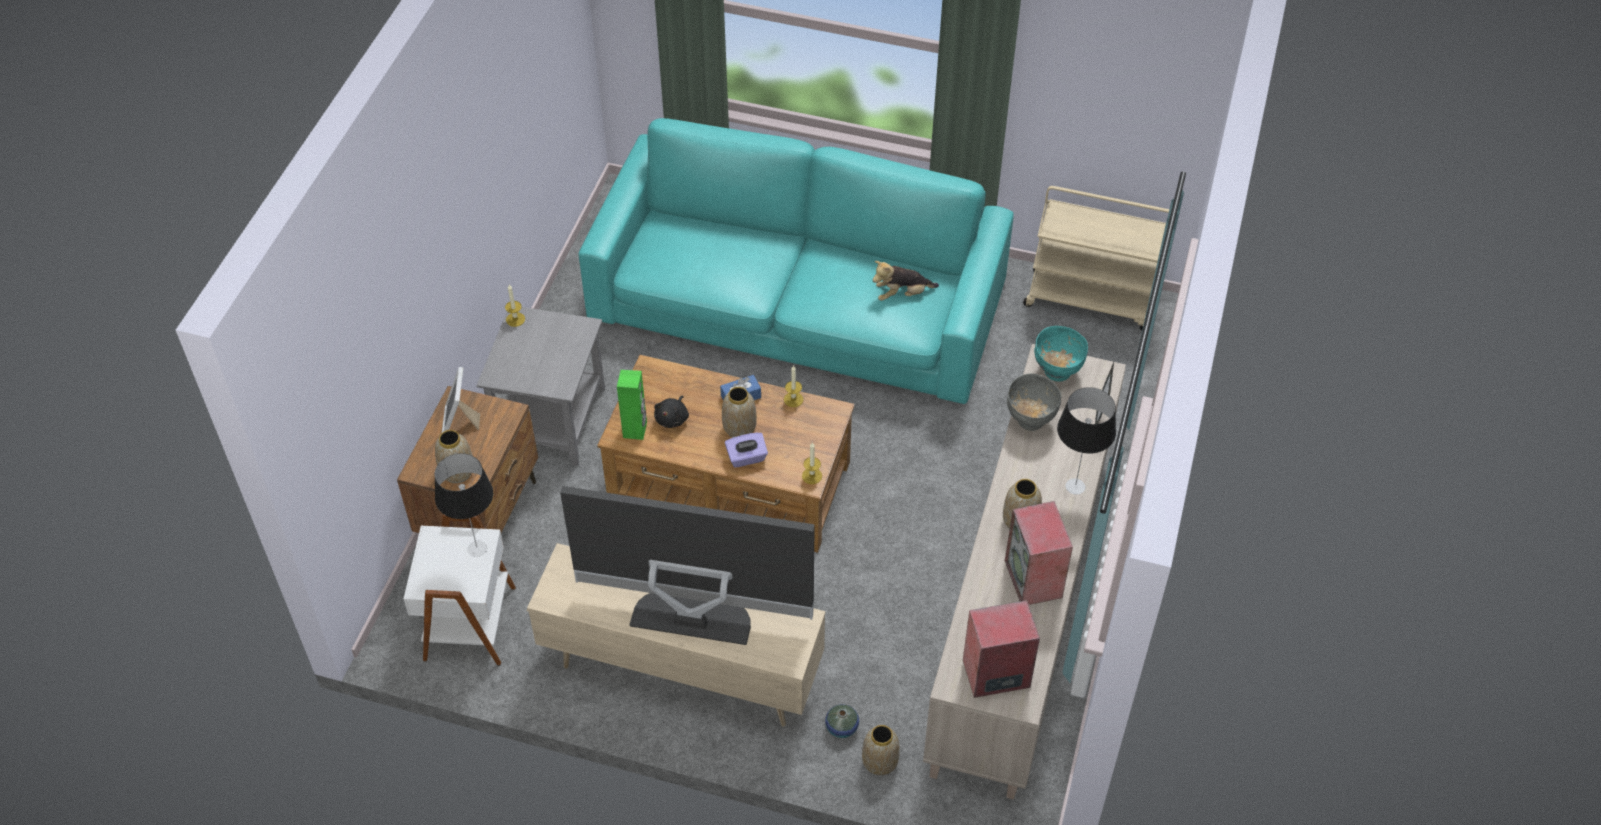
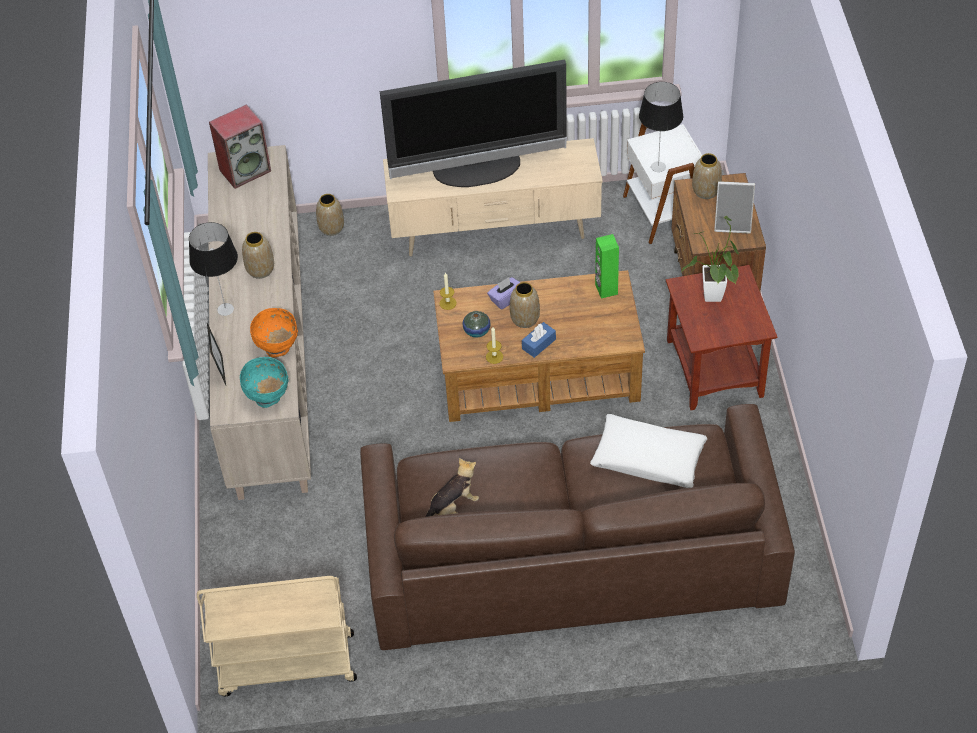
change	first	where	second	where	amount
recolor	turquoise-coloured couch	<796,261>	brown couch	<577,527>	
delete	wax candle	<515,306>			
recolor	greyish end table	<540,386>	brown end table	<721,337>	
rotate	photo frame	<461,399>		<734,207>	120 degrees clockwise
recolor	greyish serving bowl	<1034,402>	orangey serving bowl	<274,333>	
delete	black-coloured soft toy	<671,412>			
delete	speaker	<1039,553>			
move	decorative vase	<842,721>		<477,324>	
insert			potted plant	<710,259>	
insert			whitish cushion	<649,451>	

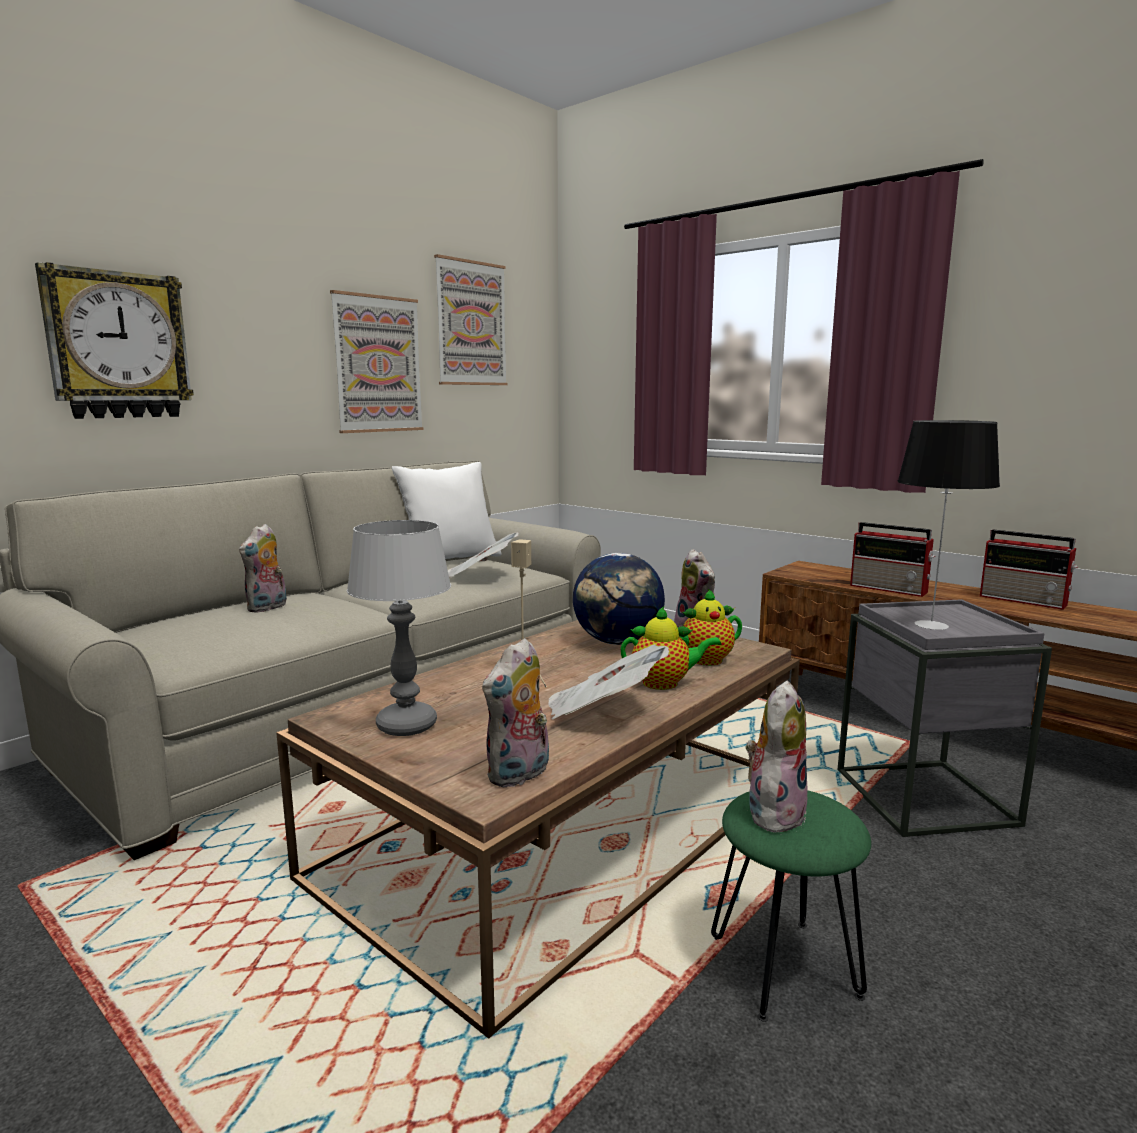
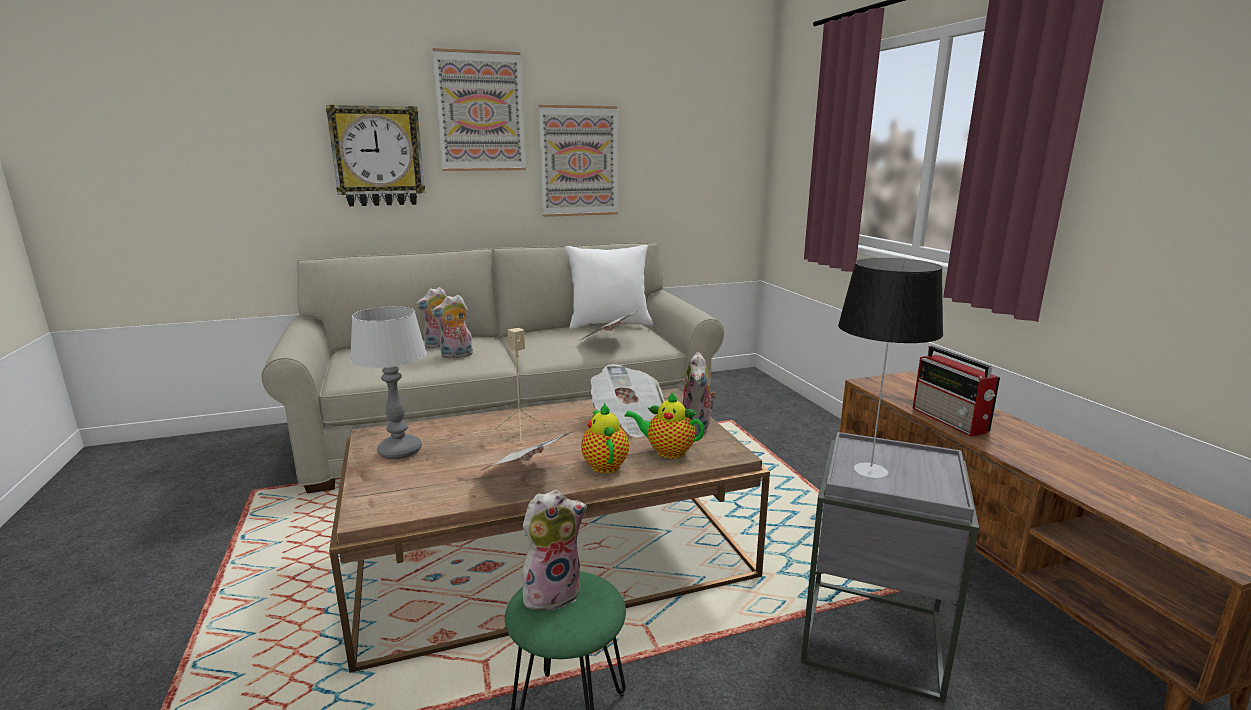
change	first	where	second	where	amount
move	picture	<471,319>		<479,109>	
delete	radio set	<1029,569>			
replace	globe	<619,599>	printed paper	<627,401>	
rotate	teapot	<671,648>		<605,438>	135 degrees counterclockwise
move	soft toy	<515,713>		<452,326>	

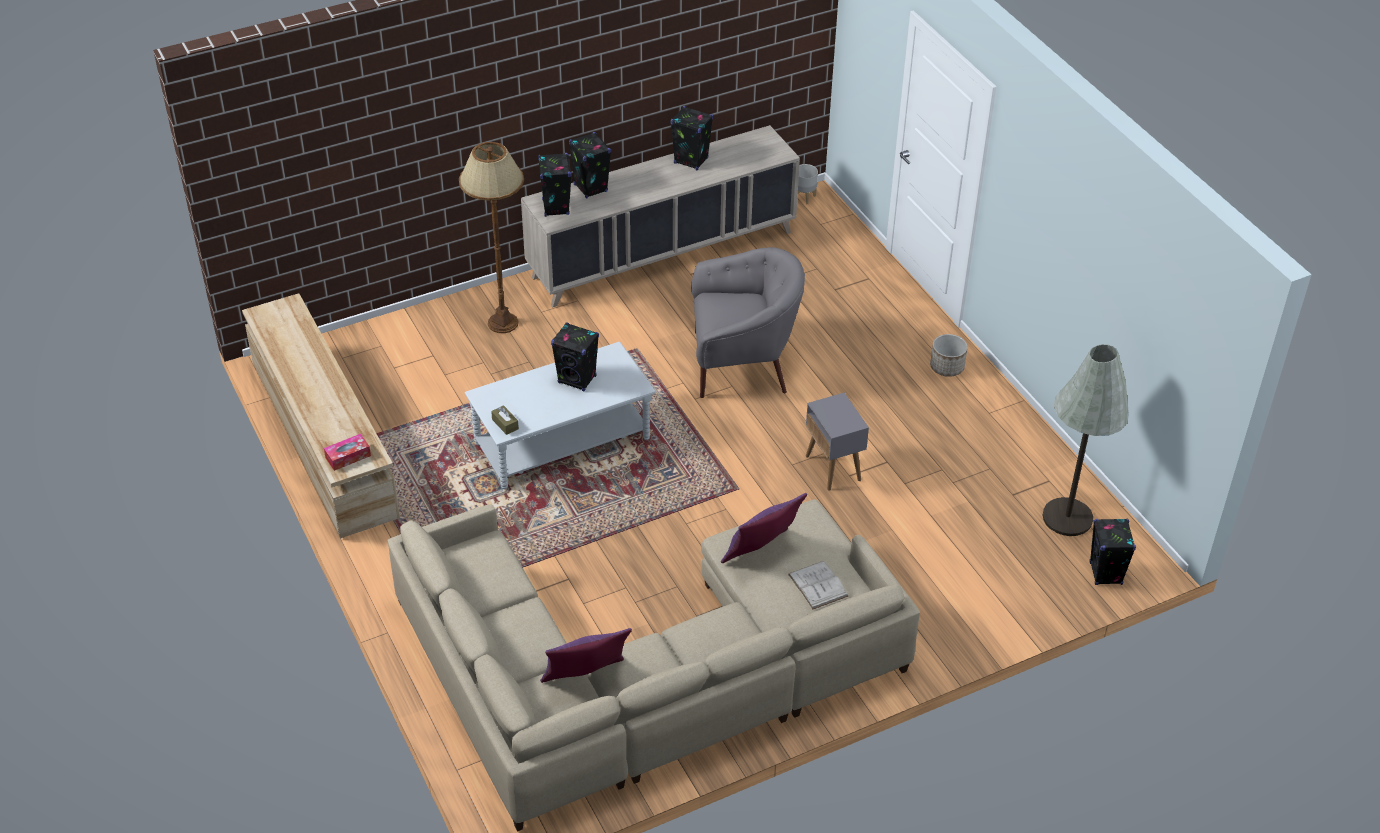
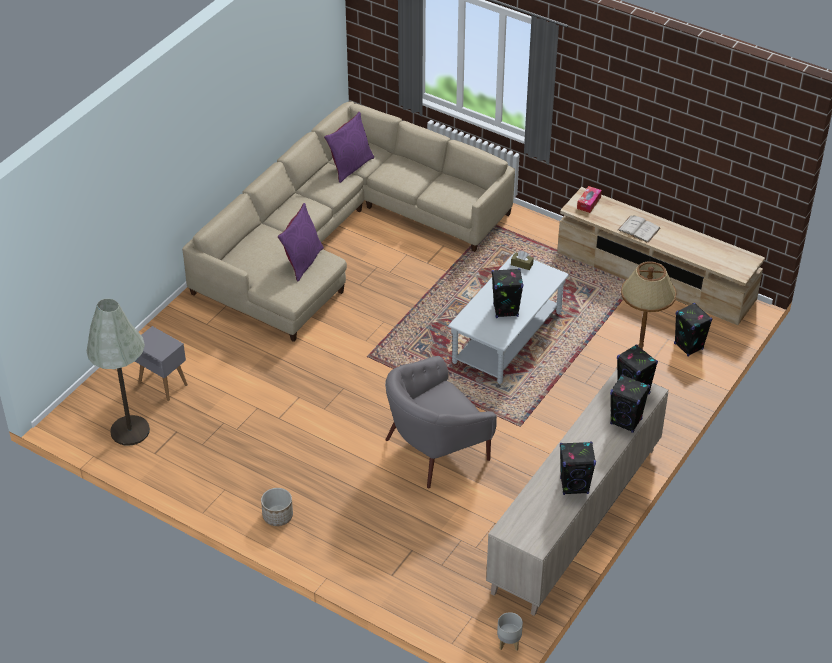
change	first	where	second	where	amount
move	greyish end table	<837,442>		<161,363>	
move	black-coloured speaker	<1112,551>		<693,329>	
move	whitish volume	<818,585>		<639,229>	

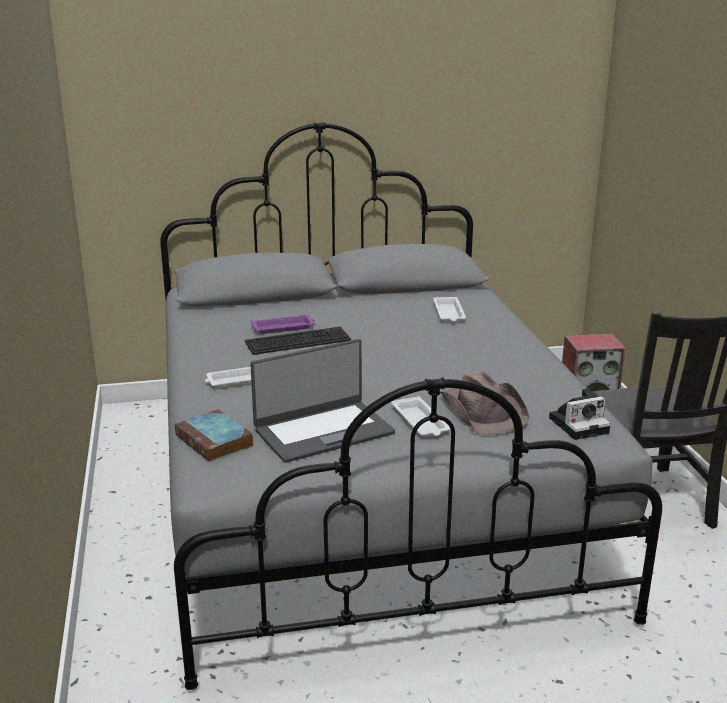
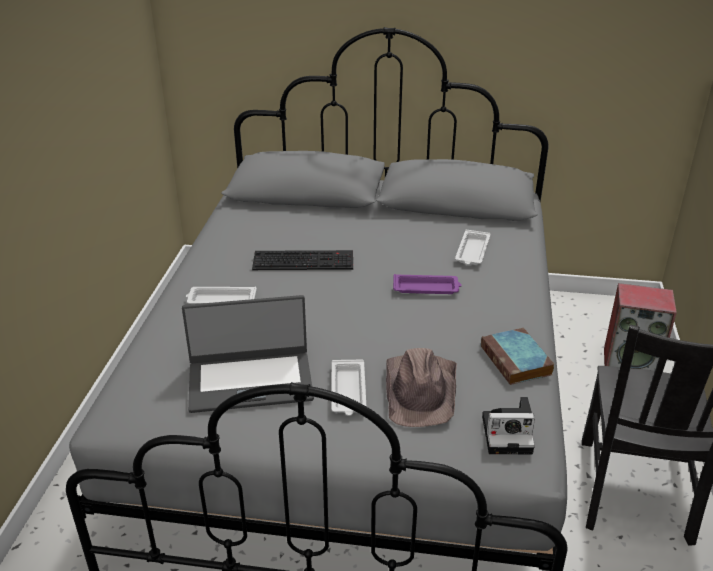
change	first	where	second	where	amount
move	purple carrying tray	<282,324>		<427,284>	
move	volume	<213,435>		<518,356>	

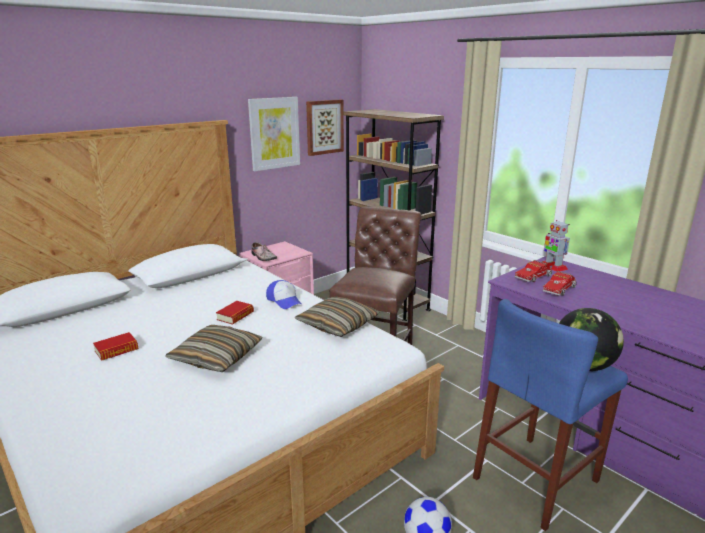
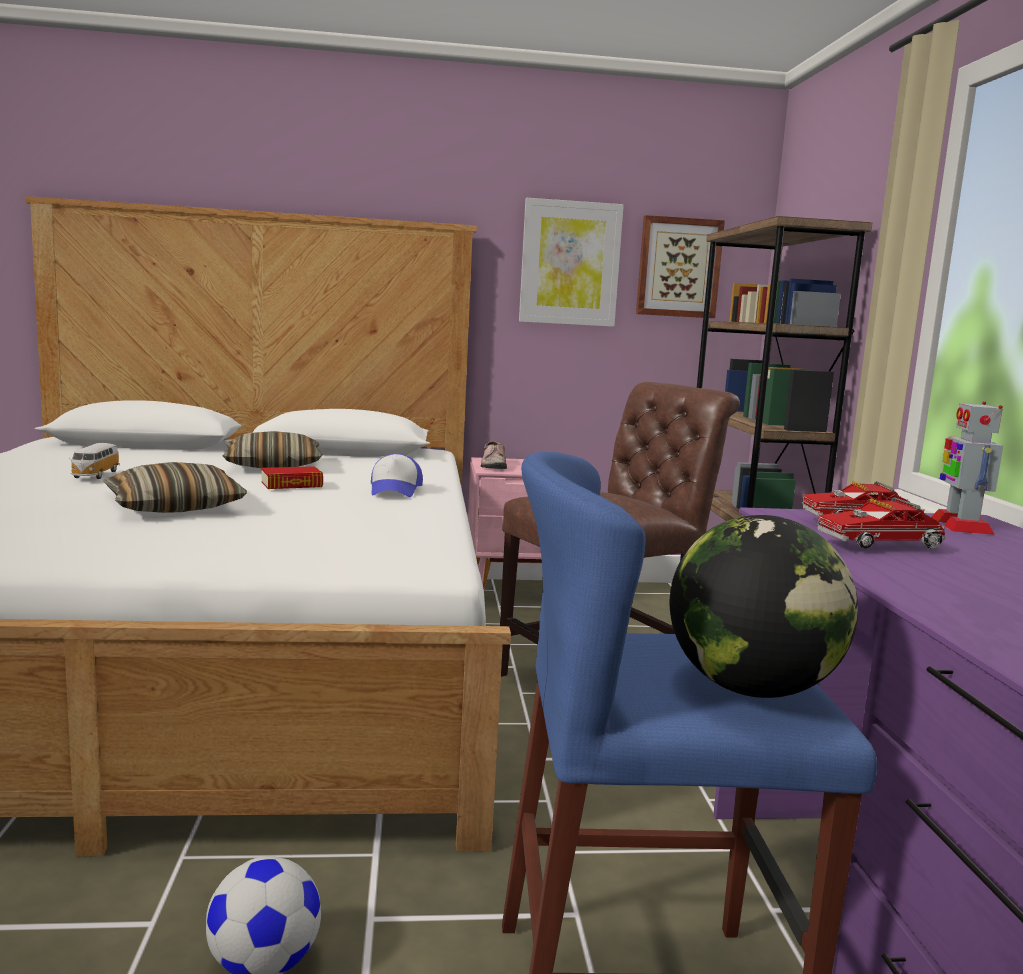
change	first	where	second	where	amount
move	cushion	<337,317>		<272,449>	
replace	volume	<115,346>	toy car	<94,461>	

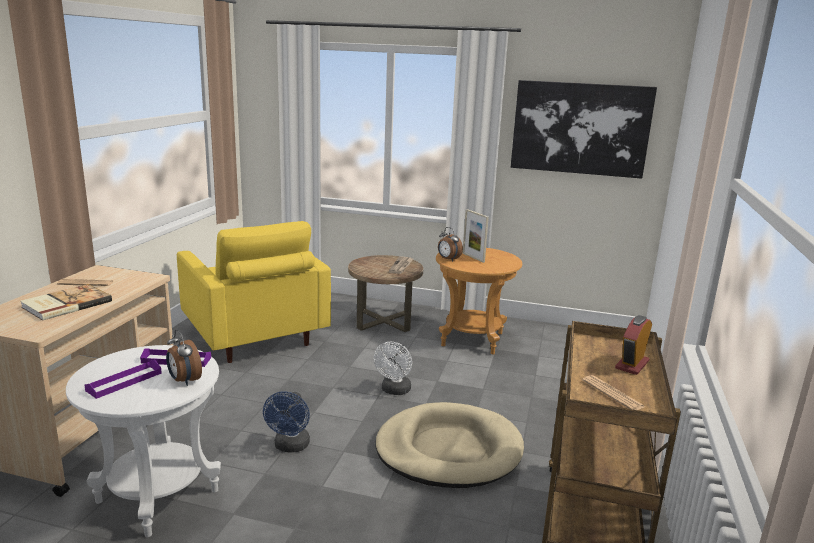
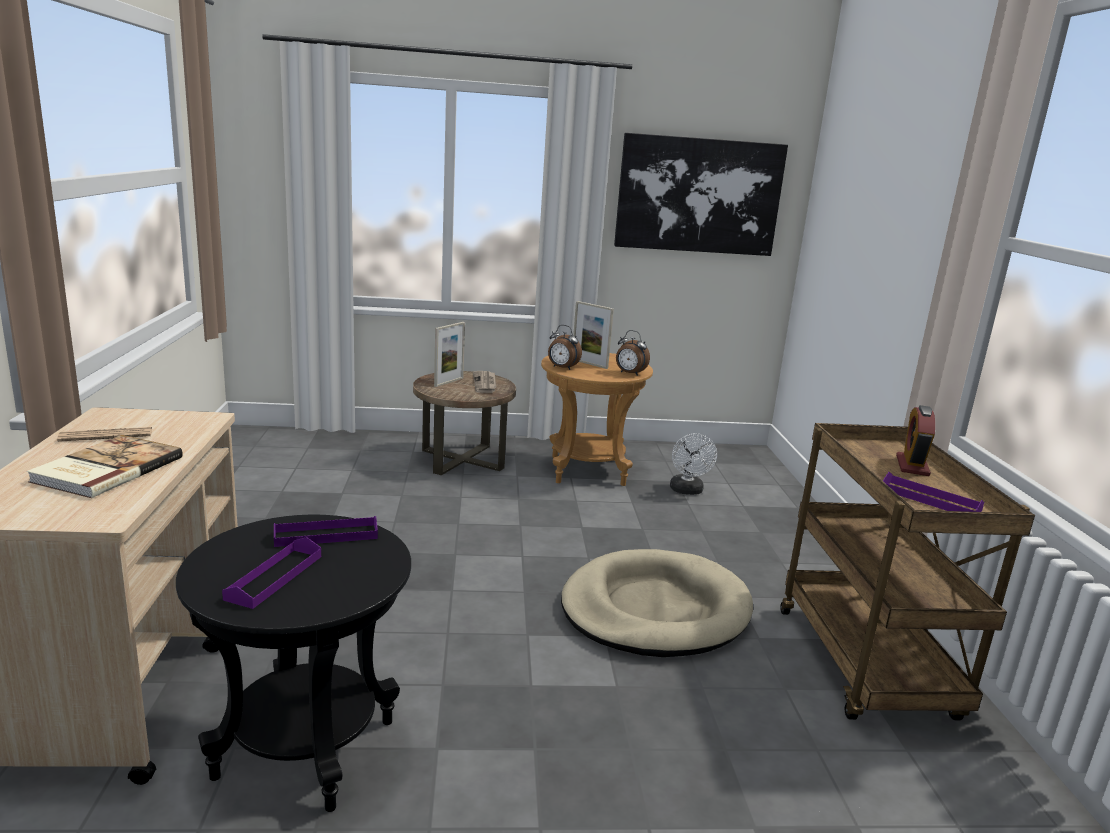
change	first	where	second	where	amount
delete	yellowish lounge chair	<254,292>			
move	table clock	<184,357>		<633,353>	
move	whitish cooling fan	<393,368>		<693,464>	
recolor	whitish end table	<143,441>	black-coloured end table	<293,663>	
replace	printed paper	<613,392>	purple carrying tray	<933,492>	
delete	blue cooling fan	<286,421>			
insert			photo frame	<449,354>	

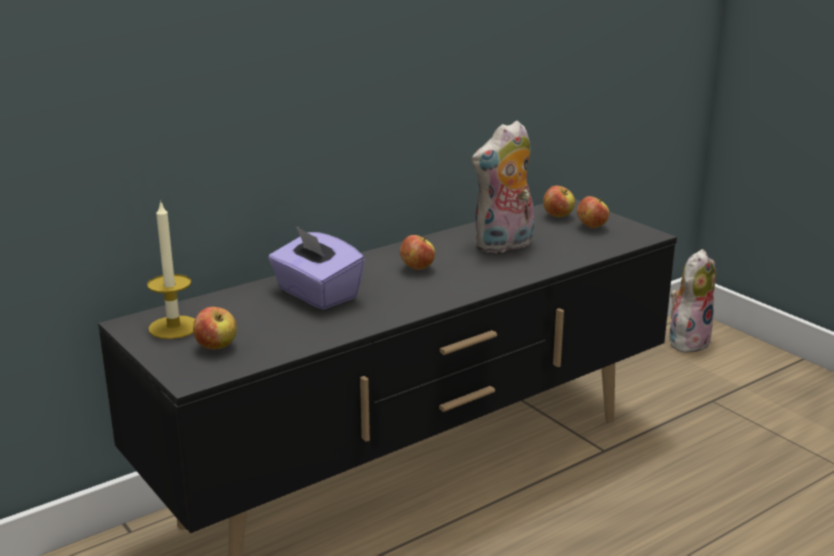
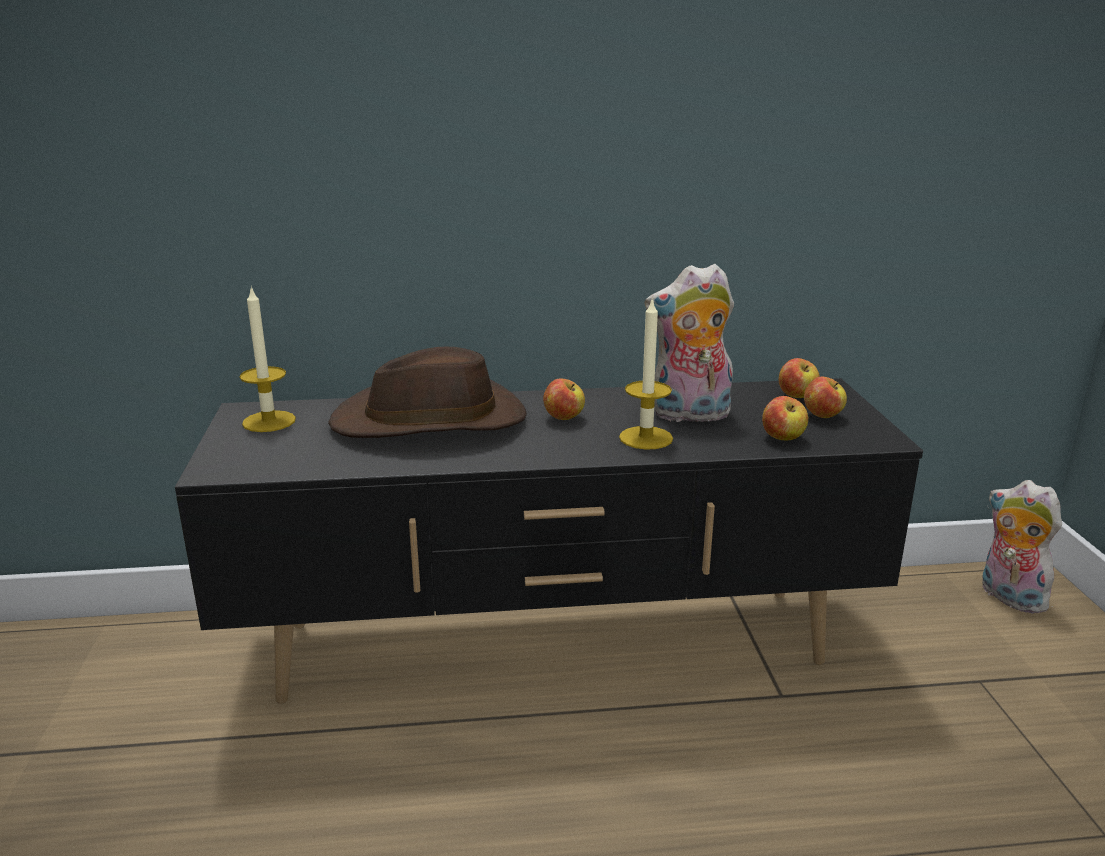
change	first	where	second	where	amount
replace	purple box of tissues	<316,268>	brown hat	<427,392>	
rotate	soft toy	<692,301>		<1022,547>	105 degrees counterclockwise
move	apple fruit	<215,328>		<785,418>	
insert			wax candle	<646,373>	

